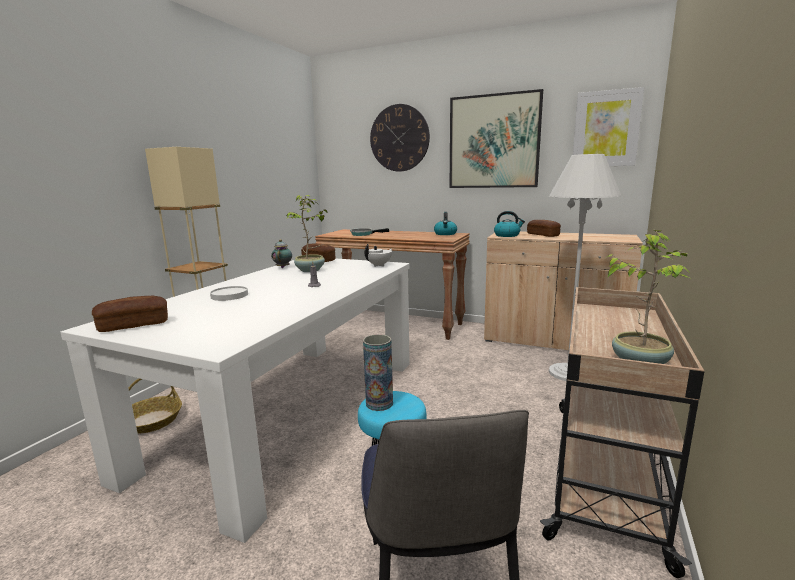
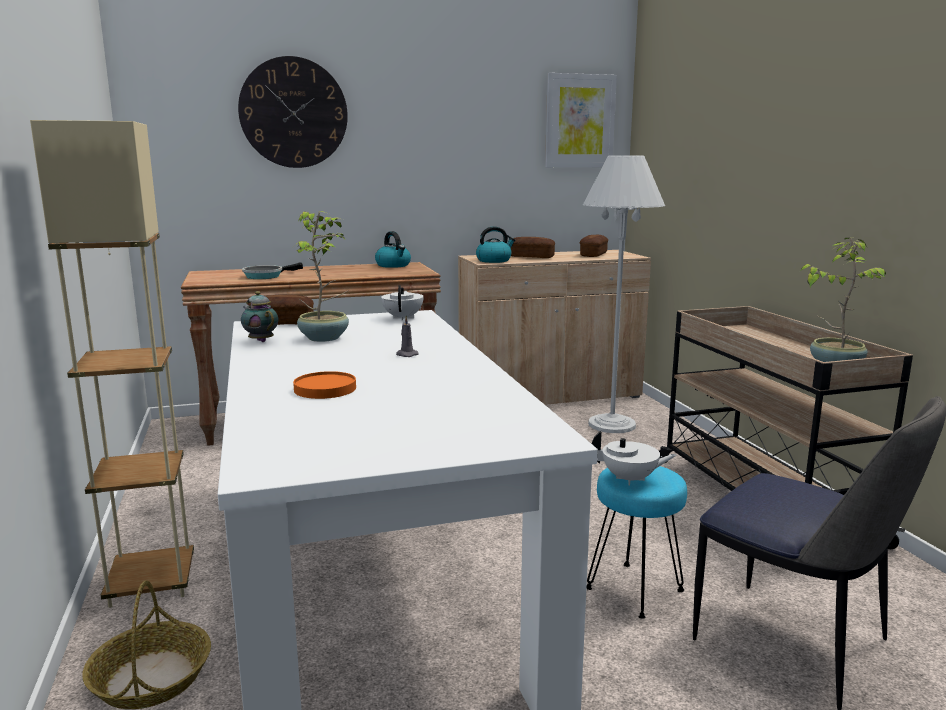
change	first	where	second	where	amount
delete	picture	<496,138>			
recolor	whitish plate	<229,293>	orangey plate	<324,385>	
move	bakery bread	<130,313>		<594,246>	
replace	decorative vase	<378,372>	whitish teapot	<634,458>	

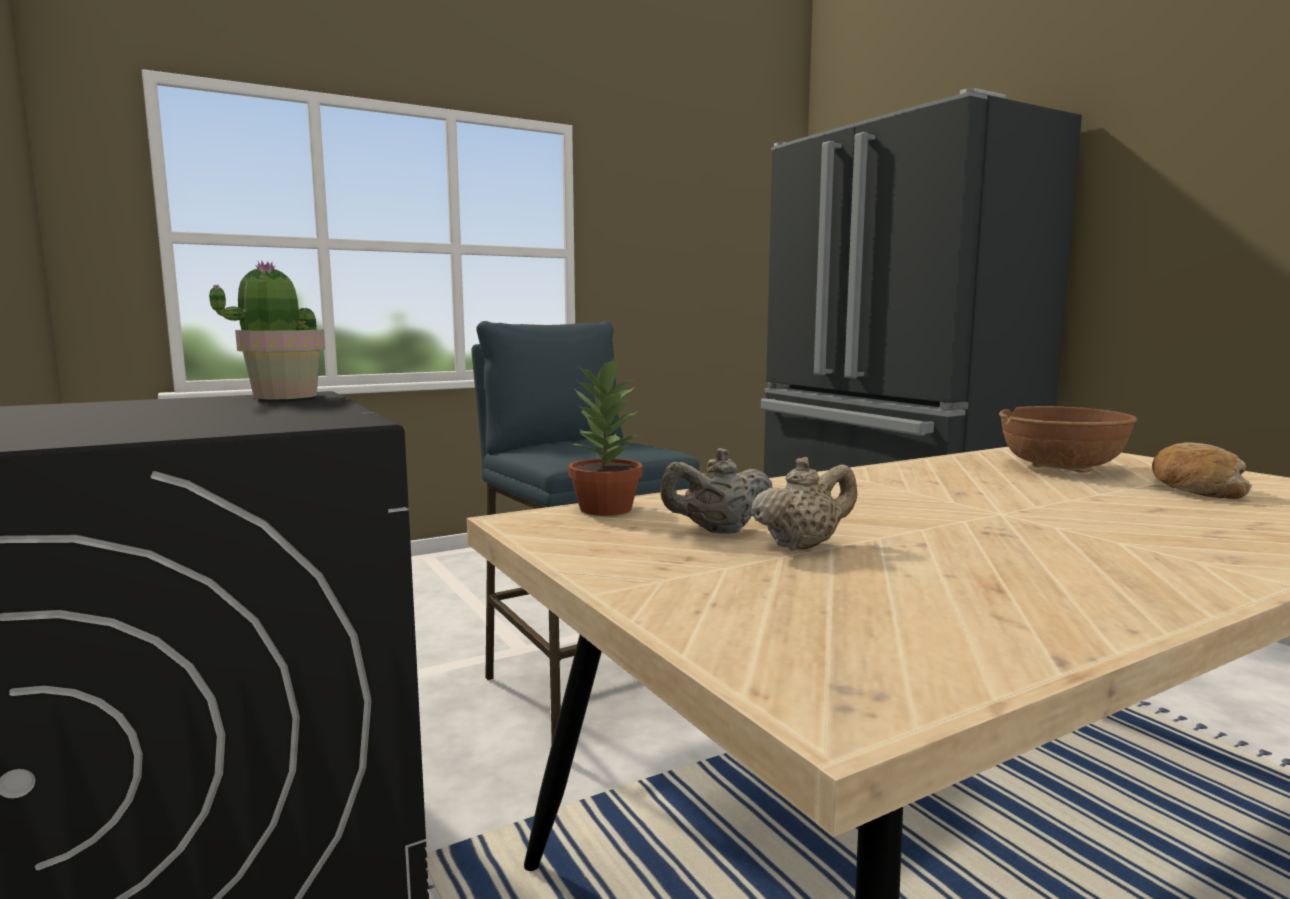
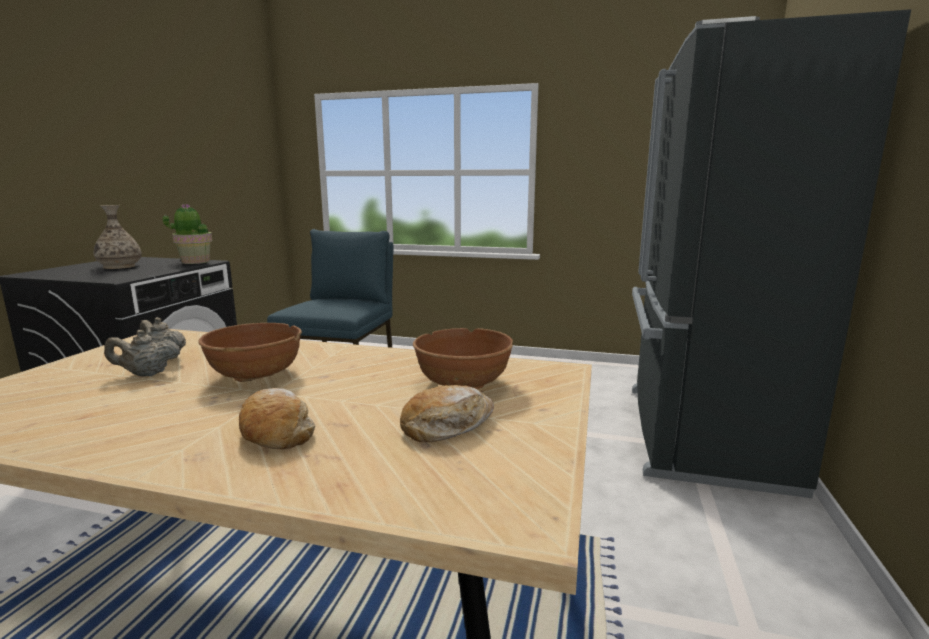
change	first	where	second	where	amount
delete	potted plant	<605,437>			
rotate	beige-coloured teapot	<804,504>		<142,353>	150 degrees clockwise
insert			decorative vase	<118,237>	
insert			brown serving bowl	<250,352>	
insert			bakery bread	<277,418>	

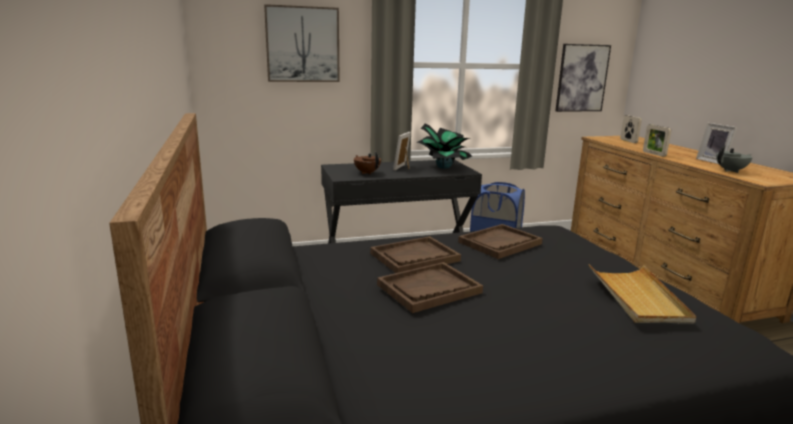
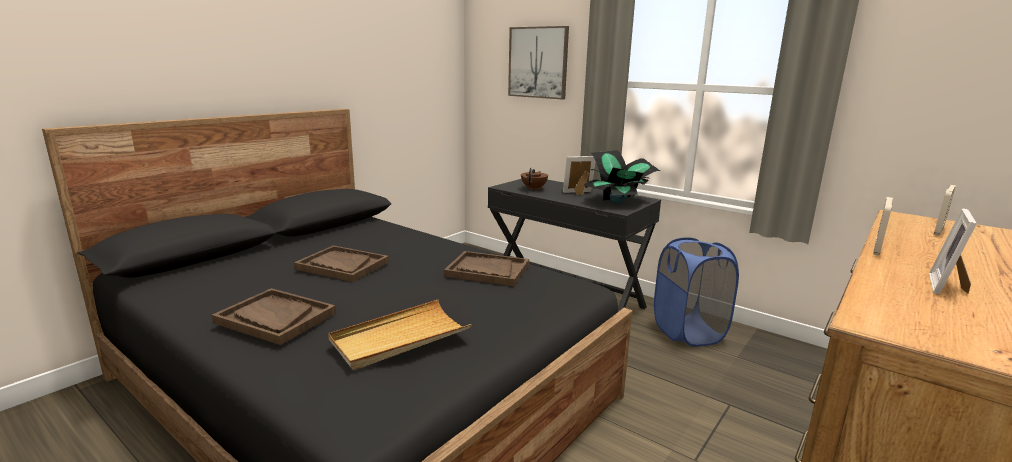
change	first	where	second	where	amount
delete	picture	<583,78>			
delete	greyish teapot	<734,159>			
move	brown carrying tray	<415,254>		<274,316>	

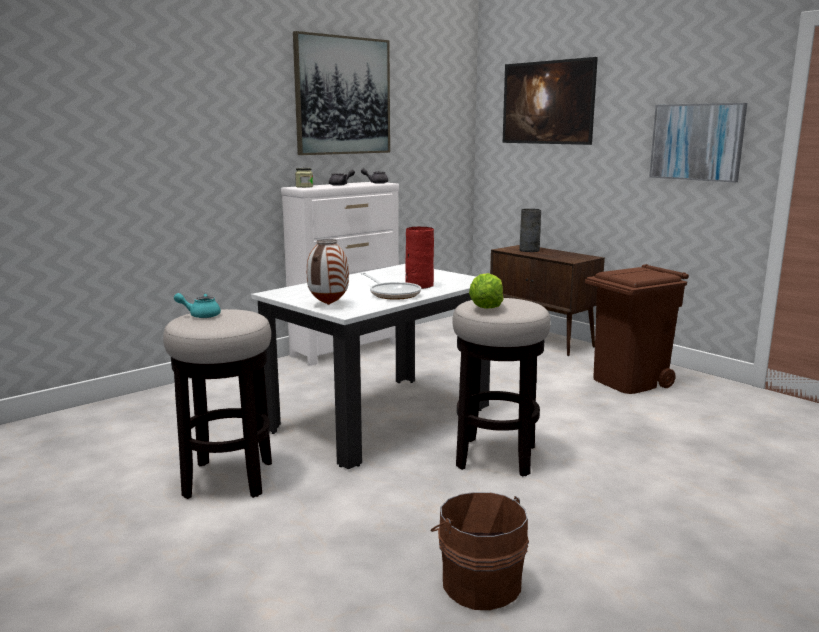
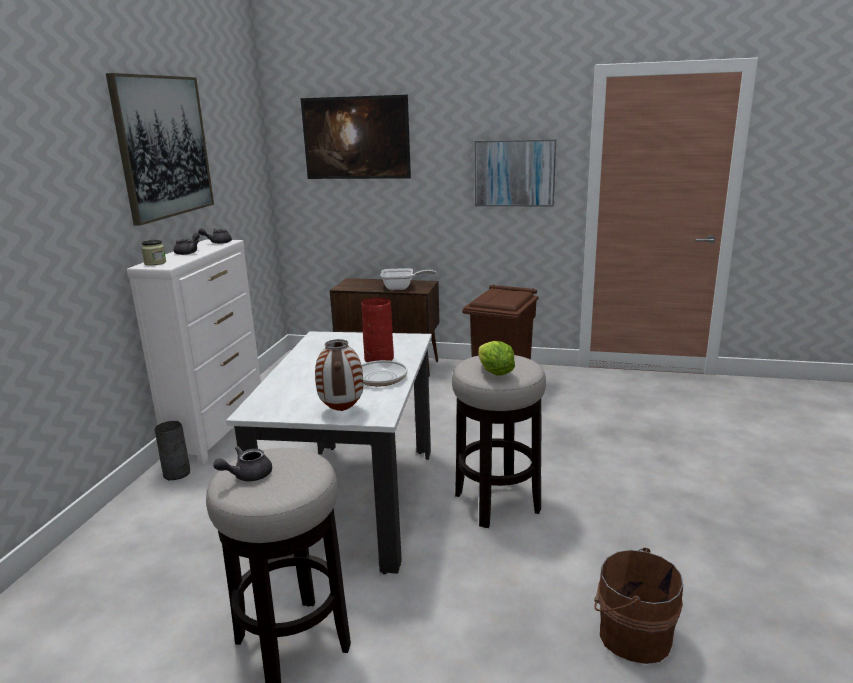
change	first	where	second	where	amount
move	greyish decorative vase	<530,230>		<172,450>	
recolor	turquoise-coloured teapot	<197,305>	greyish teapot	<242,463>	
insert			frying pan	<408,279>	

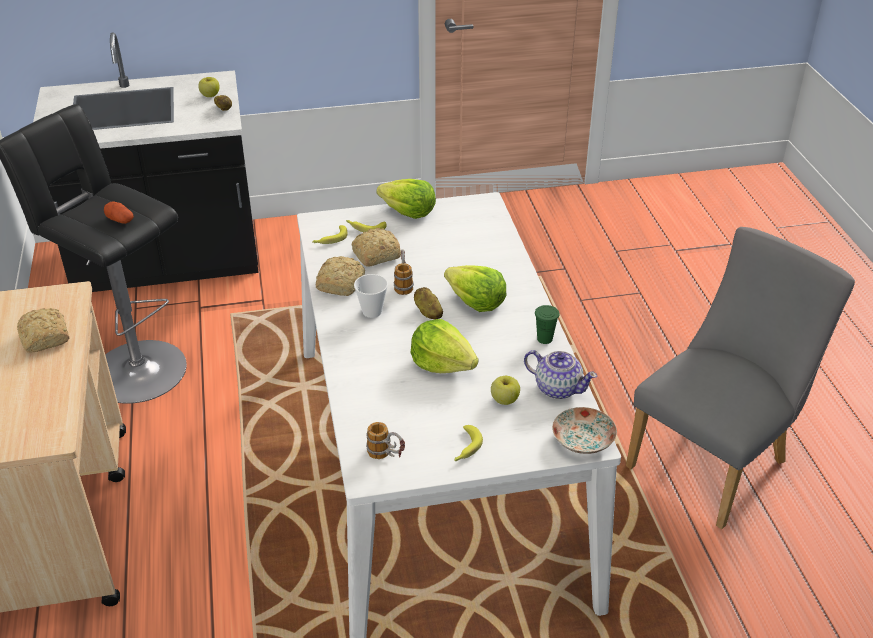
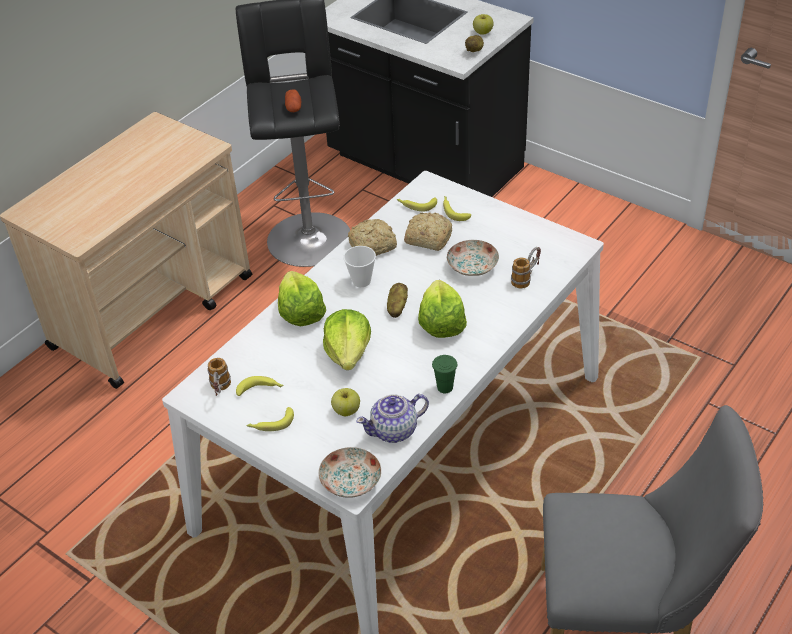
change	first	where	second	where	amount
move	head of lettuce	<406,199>		<302,298>	
move	coffee mug	<404,272>		<526,268>	
delete	bakery bread	<43,330>			
rotate	teapot	<560,374>		<392,418>	75 degrees clockwise
insert			plate	<473,258>	
insert			banana fruit	<260,386>	

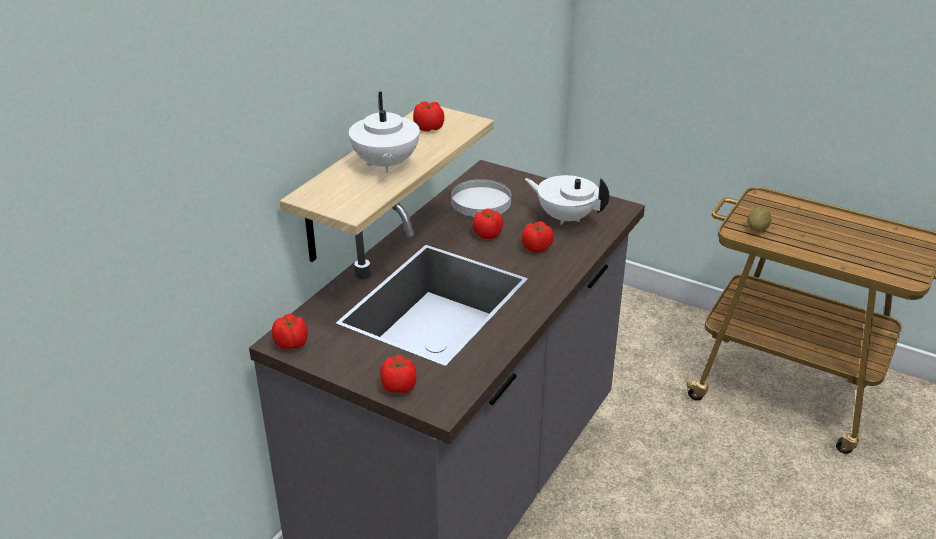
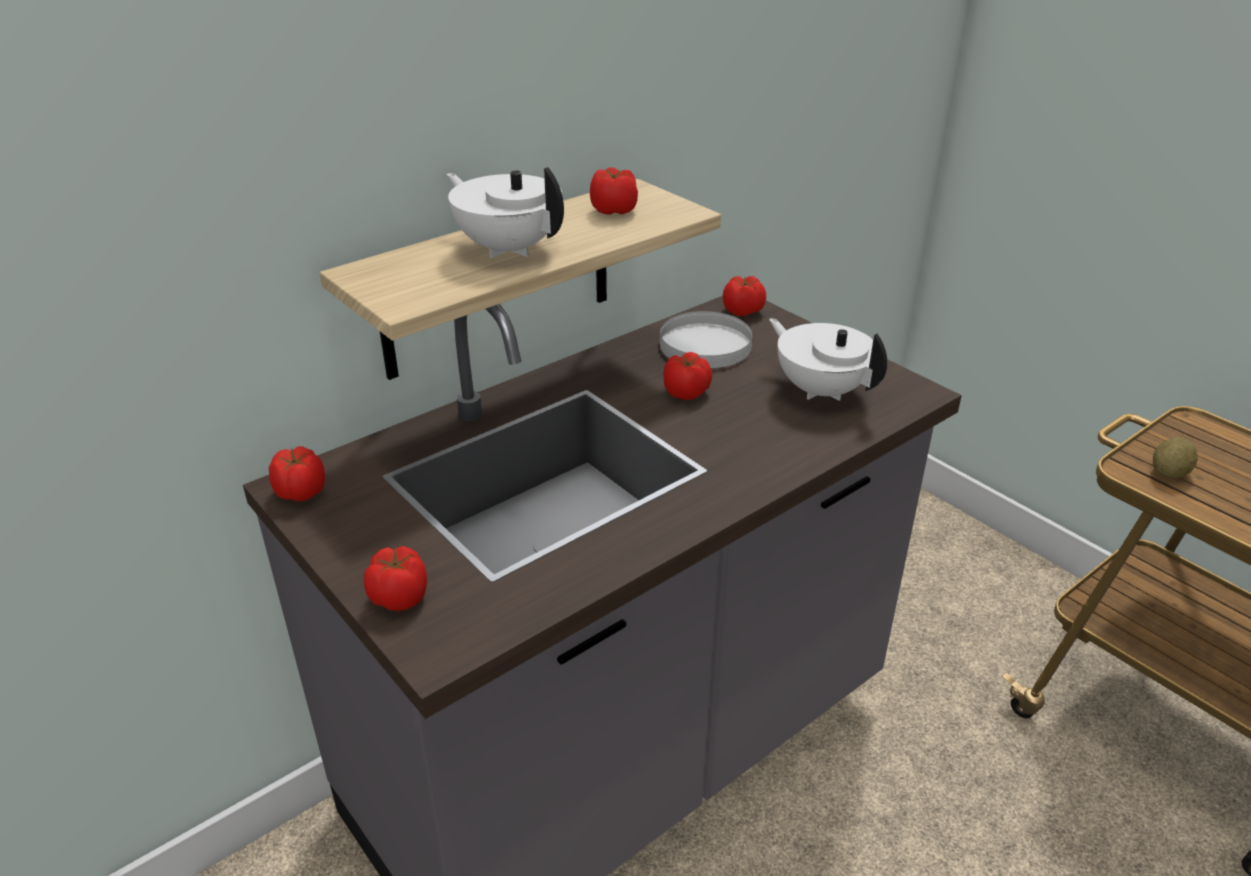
change	first	where	second	where	amount
rotate	whitish teapot	<384,132>		<505,212>	120 degrees clockwise
move	tomato	<538,237>		<744,296>	

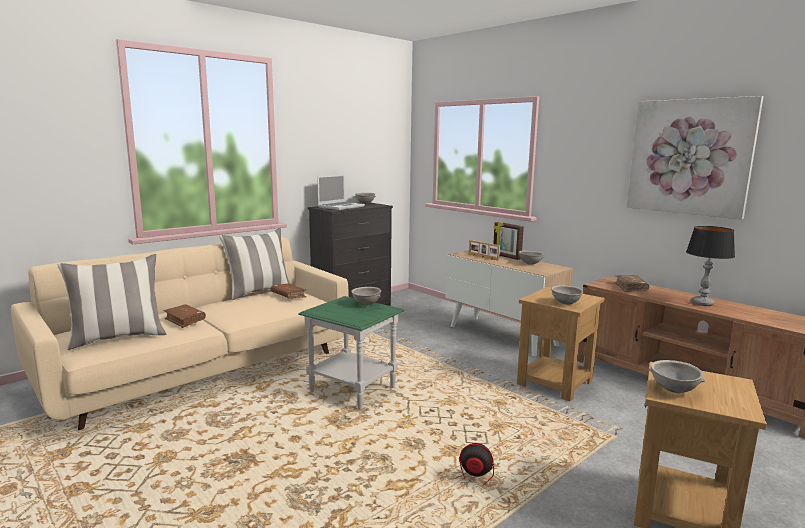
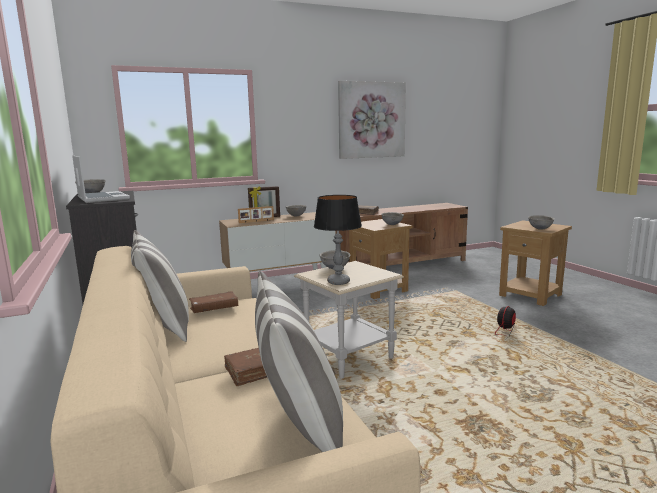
change	first	where	second	where	amount
move	table lamp	<710,266>		<338,240>	
recolor	green-coloured end table	<351,353>	beige-coloured end table	<349,319>	

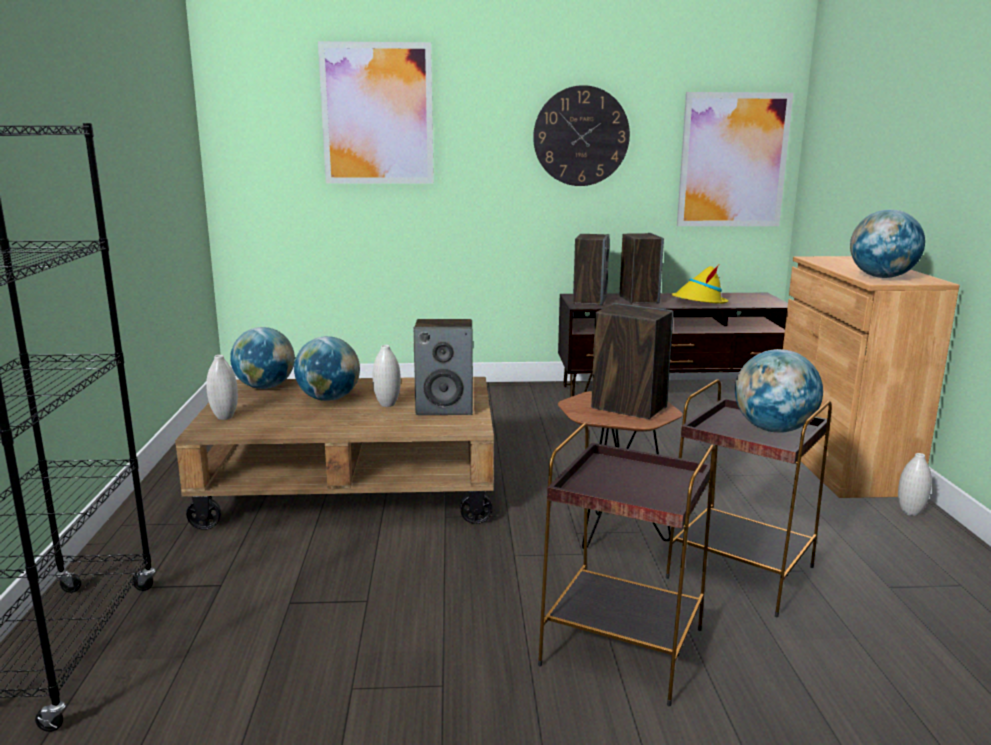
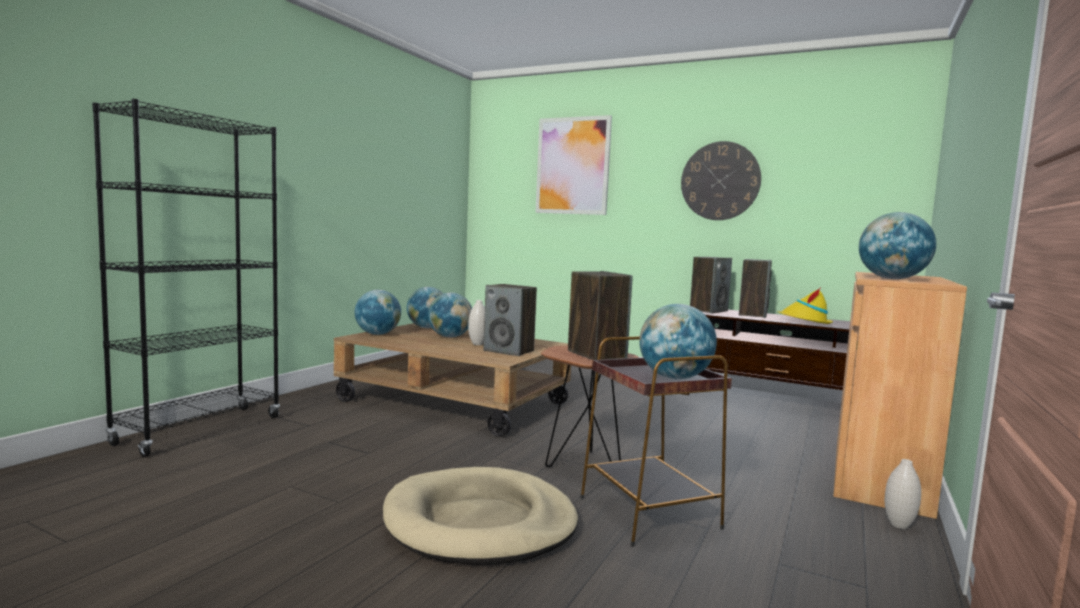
change	first	where	second	where	amount
delete	picture	<735,159>			
replace	whitish decorative vase	<222,387>	globe	<378,312>	
replace	brown end table	<626,564>	beige-coloured pet bed	<480,516>	

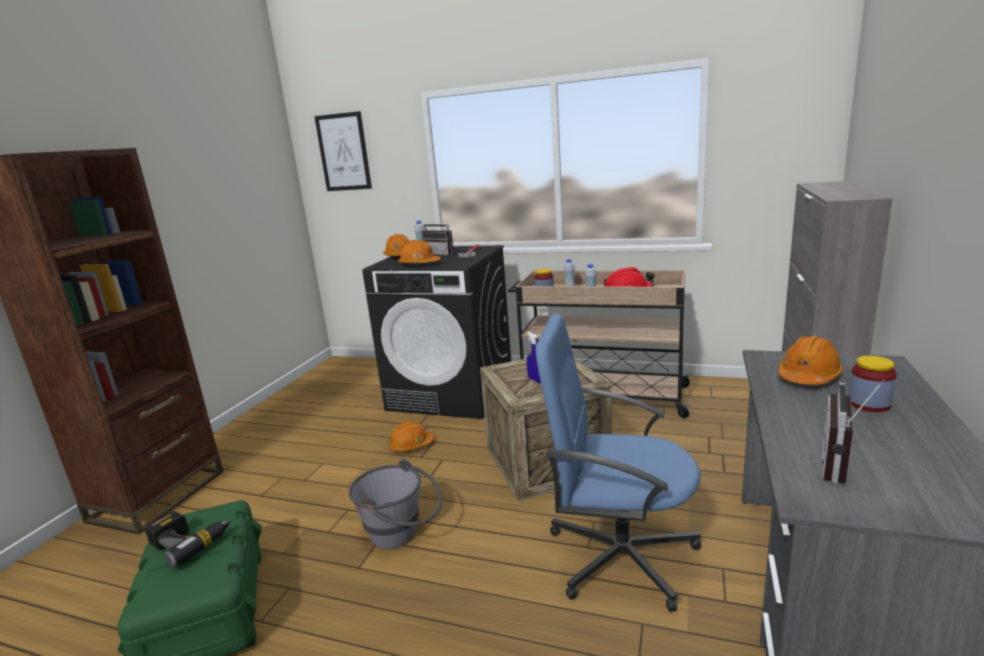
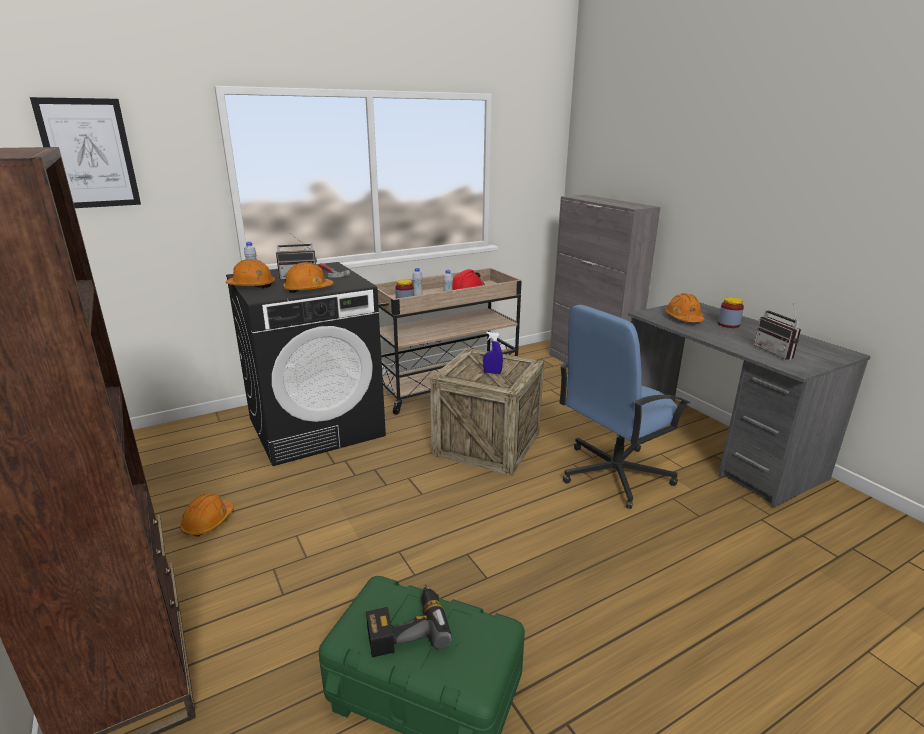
change	first	where	second	where	amount
move	orangey safety helmet	<411,436>		<207,515>	
delete	greyish bucket	<395,504>			

